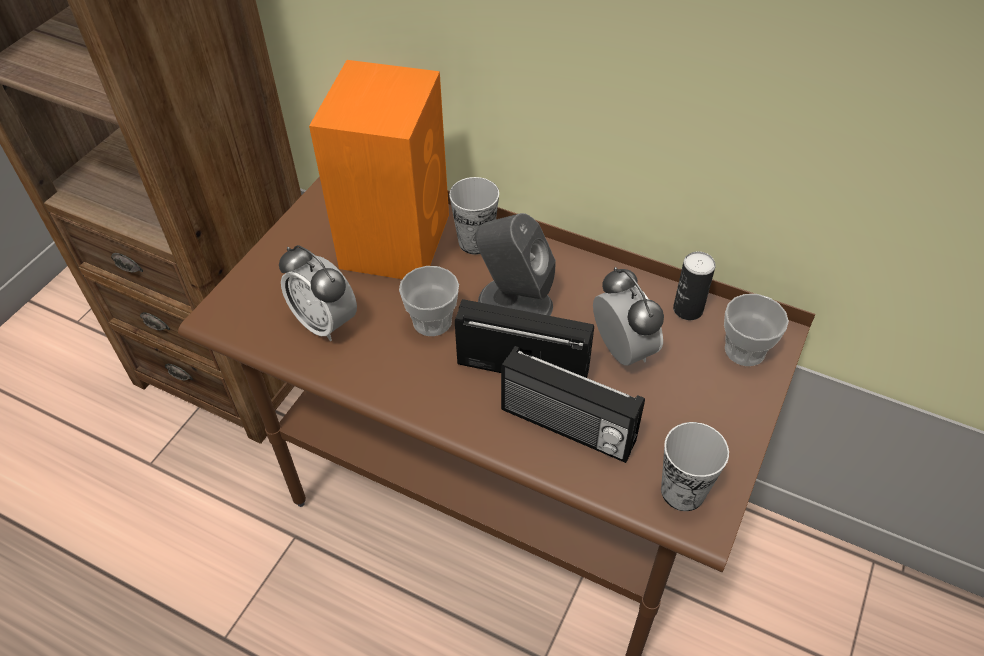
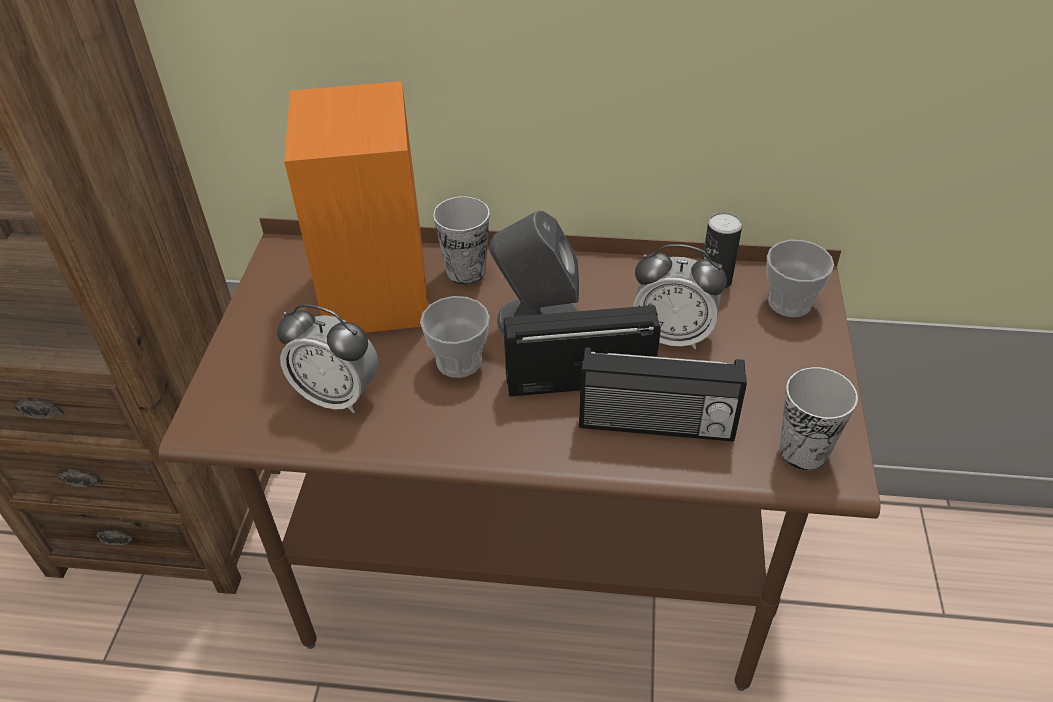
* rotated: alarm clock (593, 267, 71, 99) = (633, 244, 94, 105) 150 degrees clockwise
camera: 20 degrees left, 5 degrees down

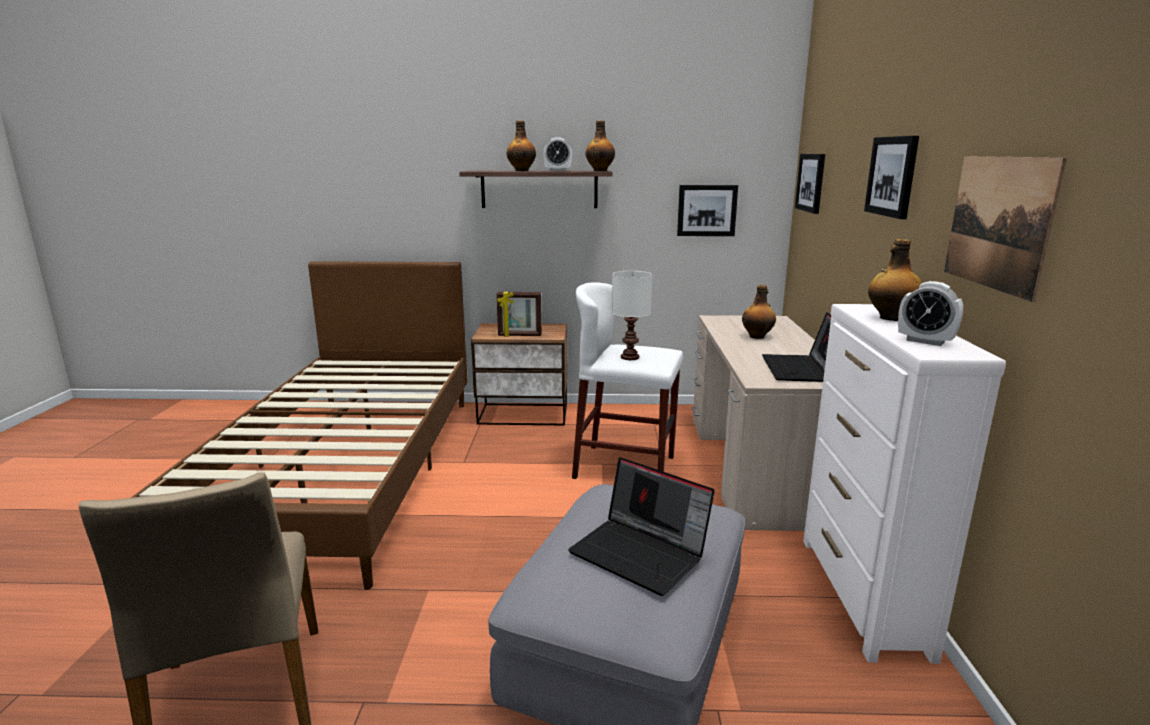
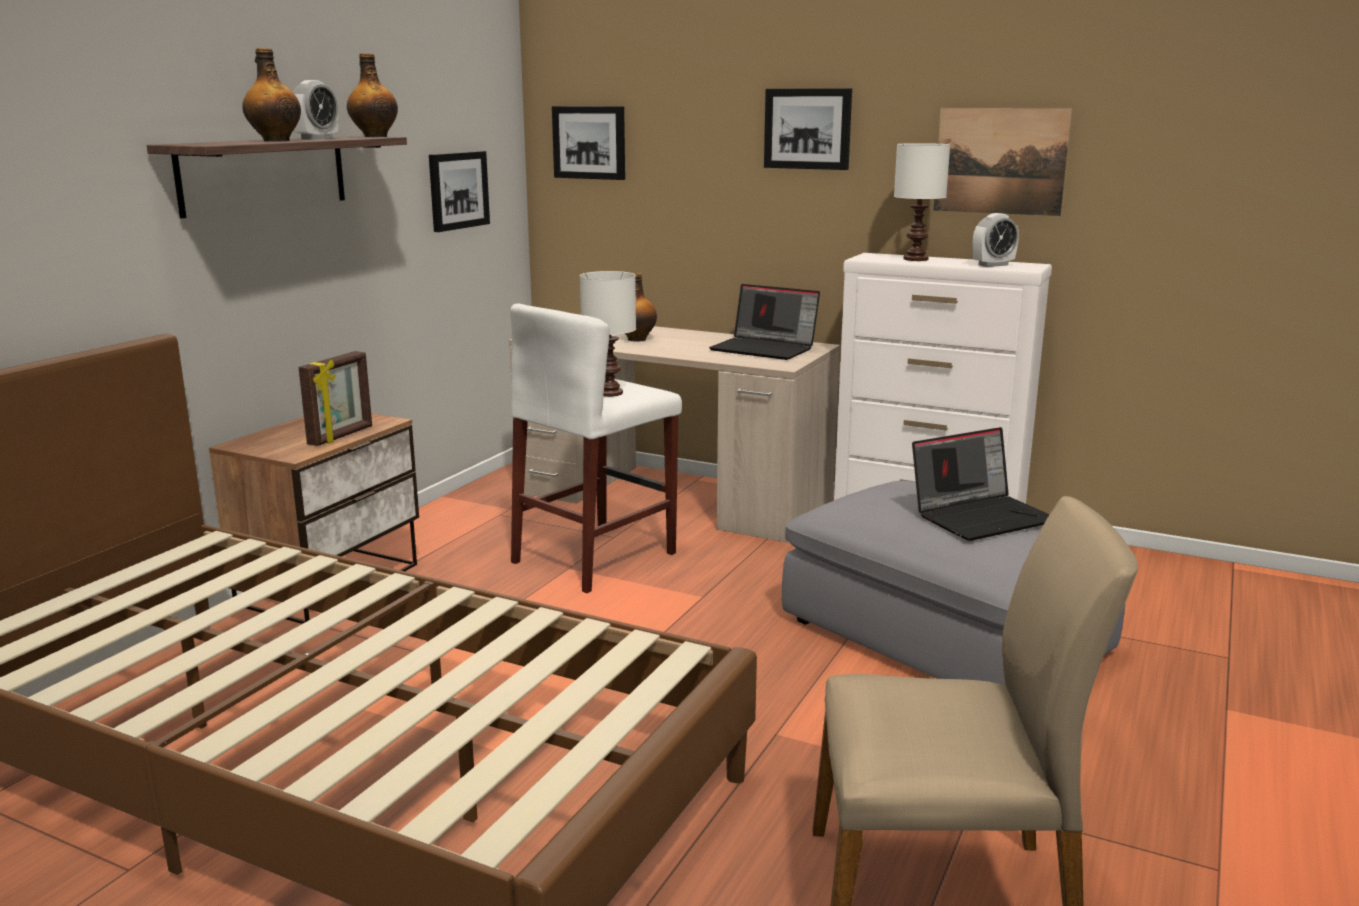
* swapped: bottle (868, 239, 54, 82) to white table lamp (894, 143, 56, 118)
camera: 65 degrees left, 0 degrees up

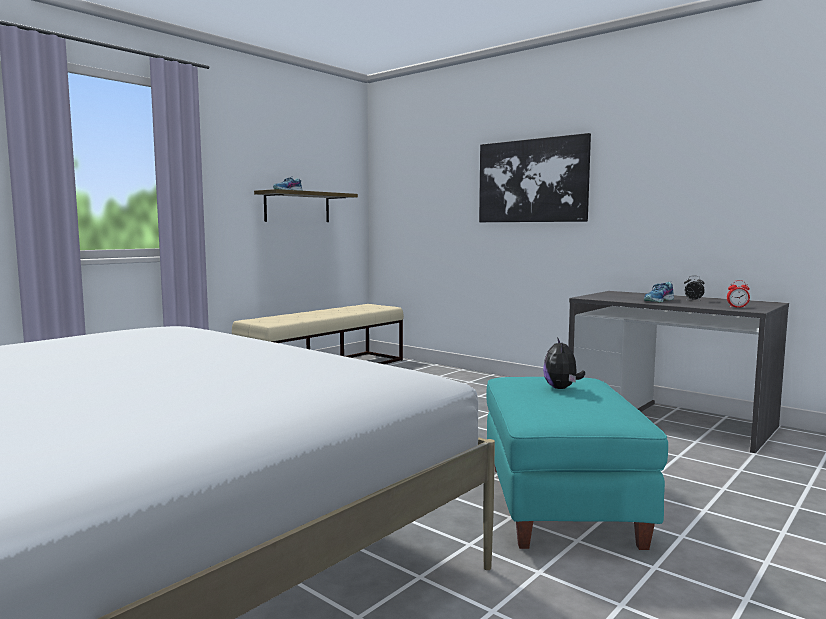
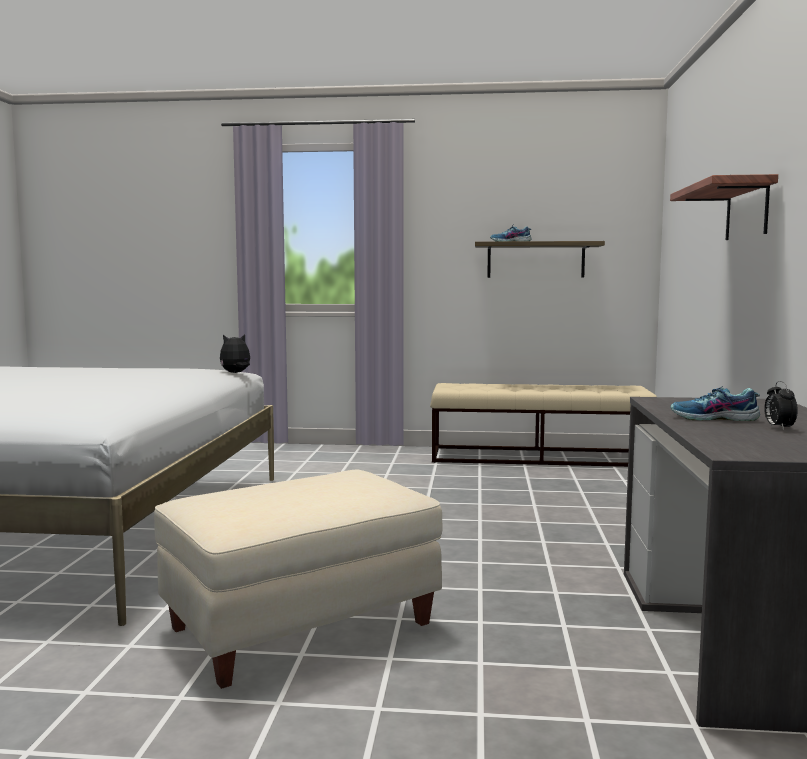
* gone: alarm clock (727, 280, 23, 28)
* shifted: plush toy (543, 337, 42, 52) to (220, 334, 30, 39)
* swapped: picture (479, 133, 112, 89) to shelf (670, 174, 108, 66)
* repainted: turquoise ottoman (486, 377, 182, 173) to beige ottoman (154, 469, 289, 220)
camera: 55 degrees right, 0 degrees up

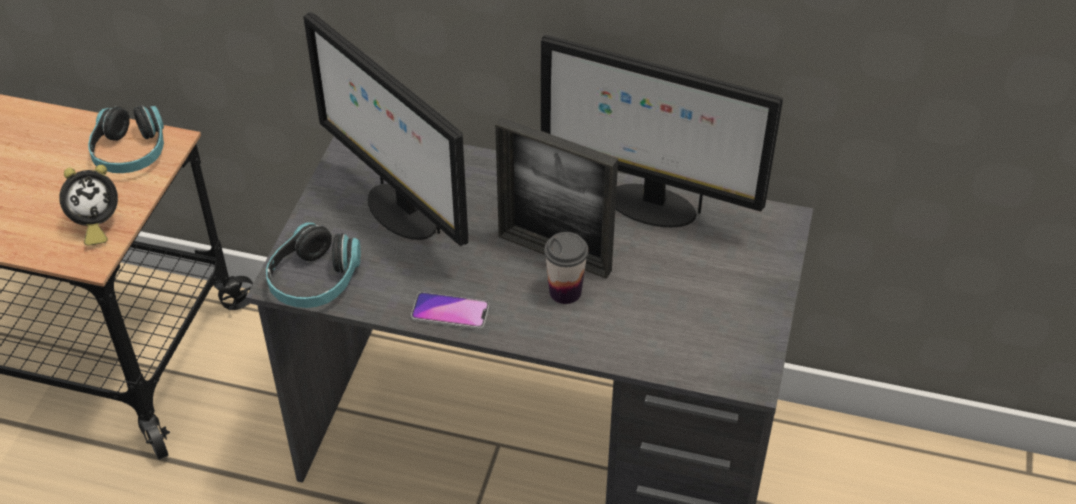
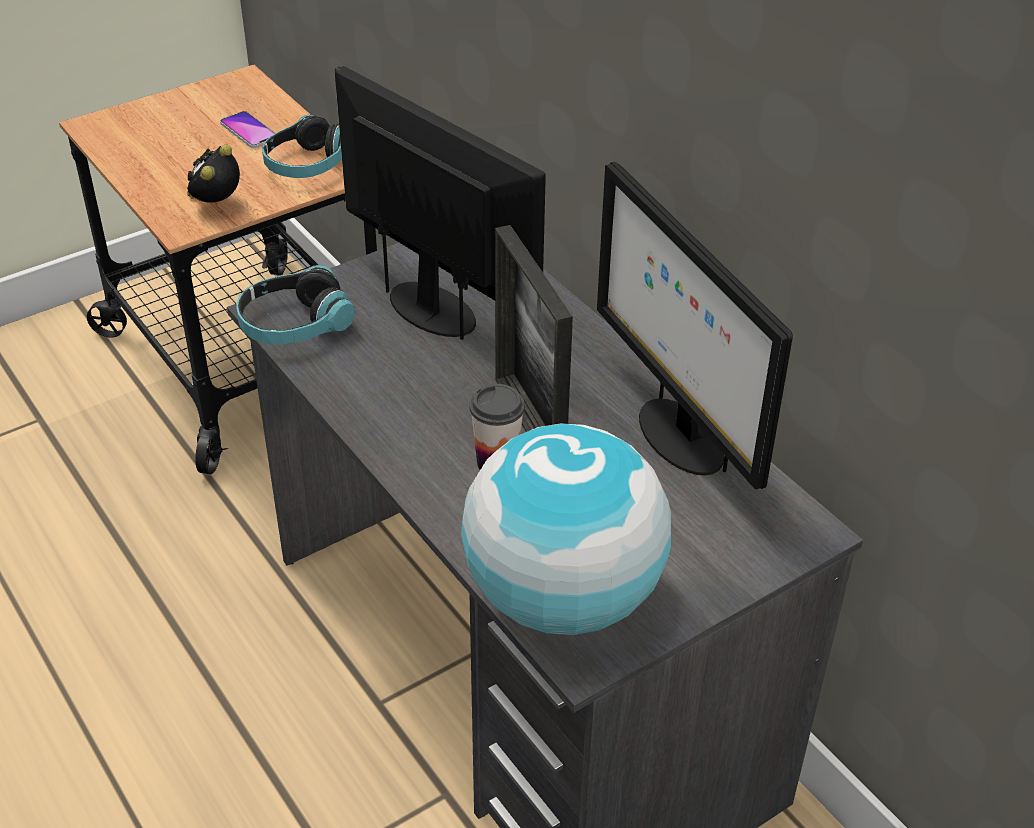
* new: globe (461, 424, 210, 211)
* shifted: phone (411, 292, 78, 38) to (220, 111, 55, 37)
* rotated: alarm clock (59, 165, 59, 81) = (187, 144, 53, 59) 105 degrees clockwise
* rotated: monitor (303, 12, 165, 234) = (335, 66, 211, 274) 135 degrees clockwise
camera: 40 degrees right, 5 degrees down

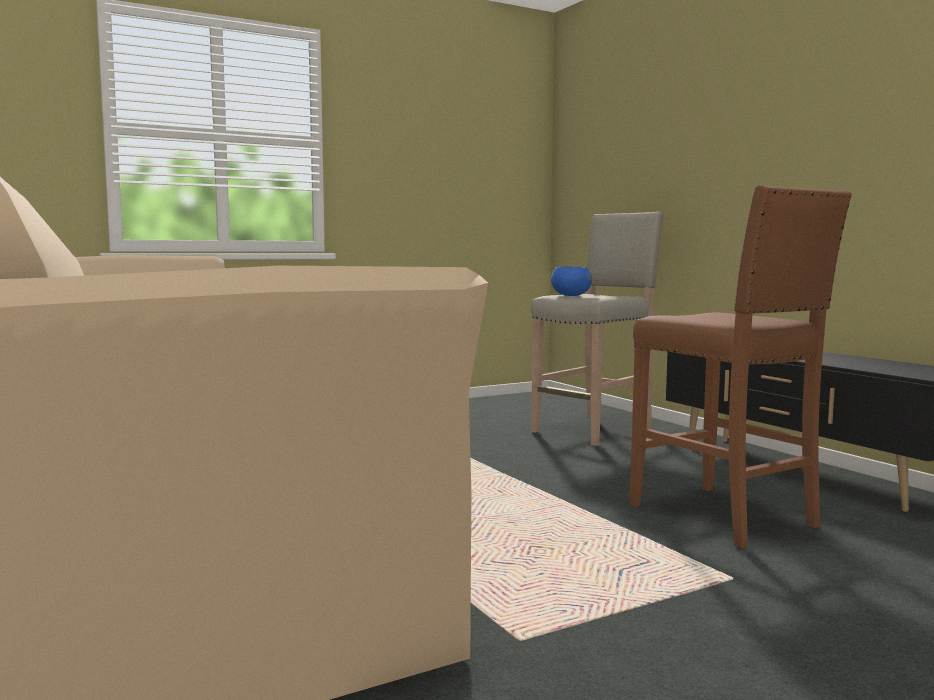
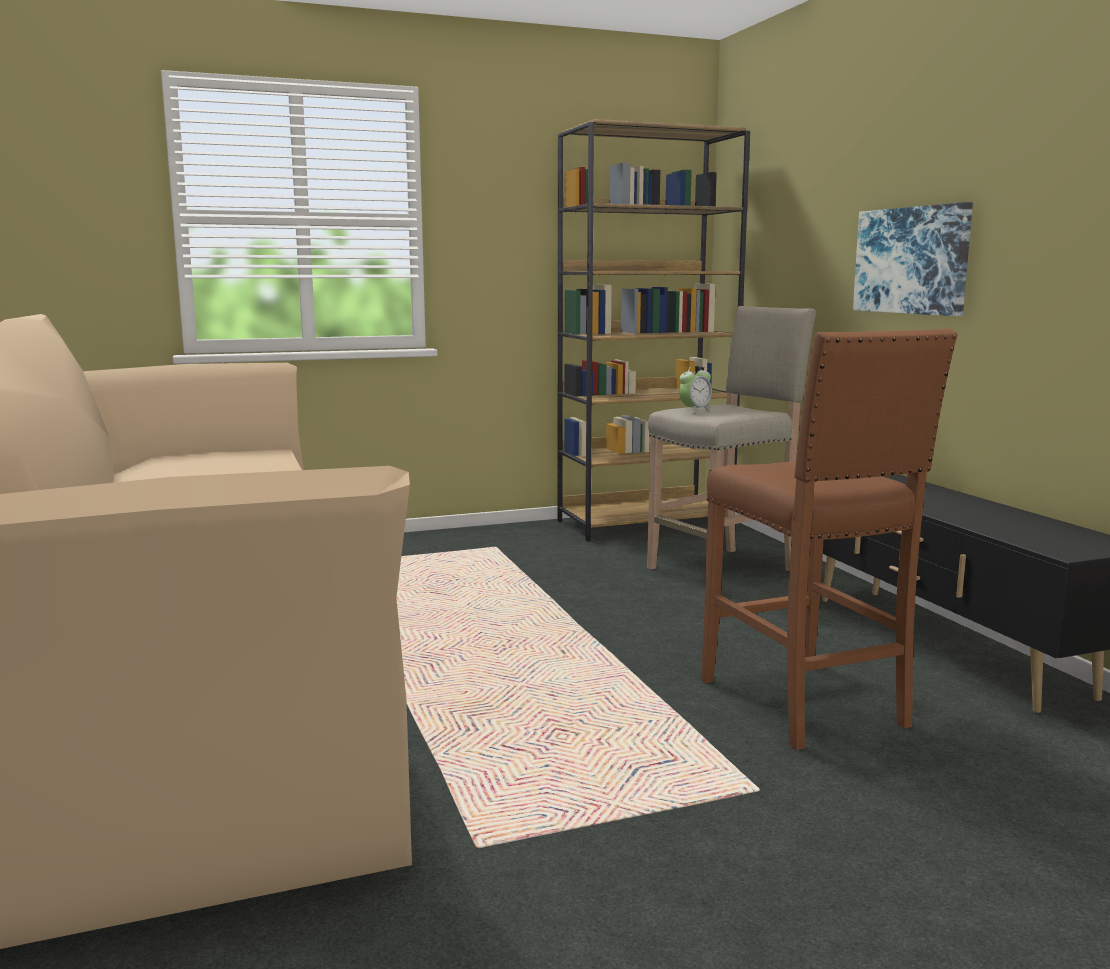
* new: brown bookcase (558, 119, 192, 422)
* new: picture (853, 202, 120, 114)
* swapped: blue bowl (551, 267, 41, 29) to alarm clock (679, 365, 33, 48)
camera: 10 degrees right, 5 degrees up

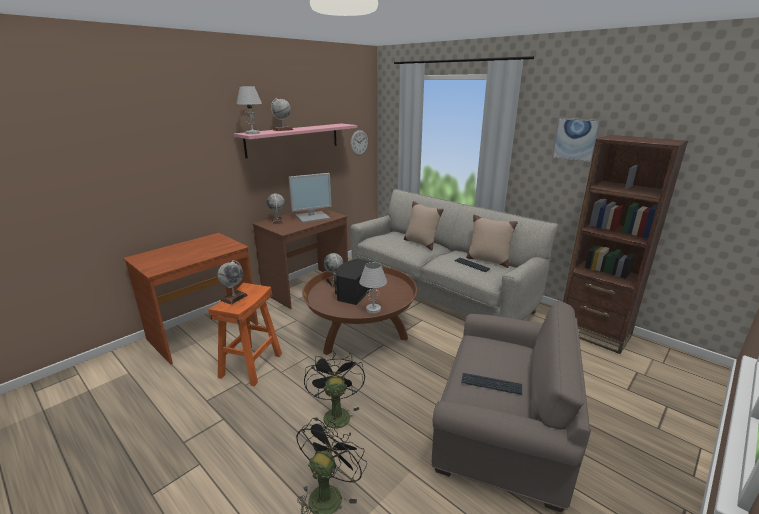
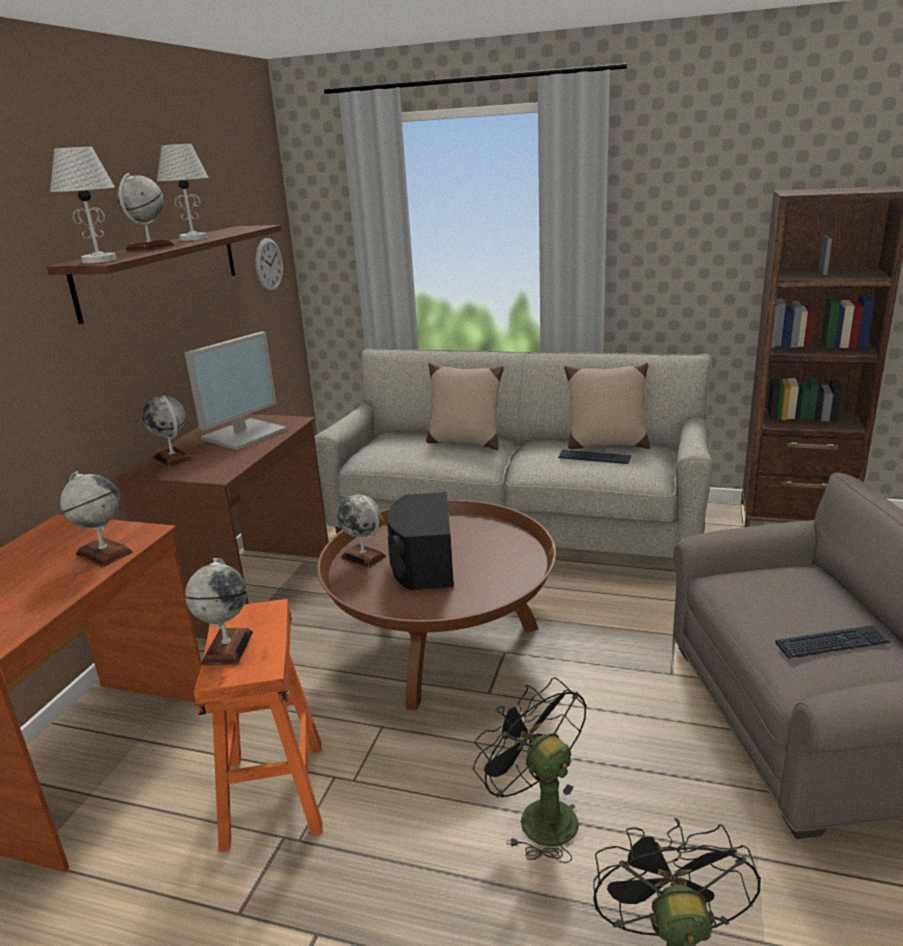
* gone: picture (552, 118, 49, 44)
* new: globe (60, 471, 73, 96)
* shifted: white table lamp (359, 262, 28, 51) to (157, 144, 52, 97)
* repainted: pink shelf (234, 124, 123, 34) to brown shelf (47, 225, 234, 99)
camera: 25 degrees left, 0 degrees up

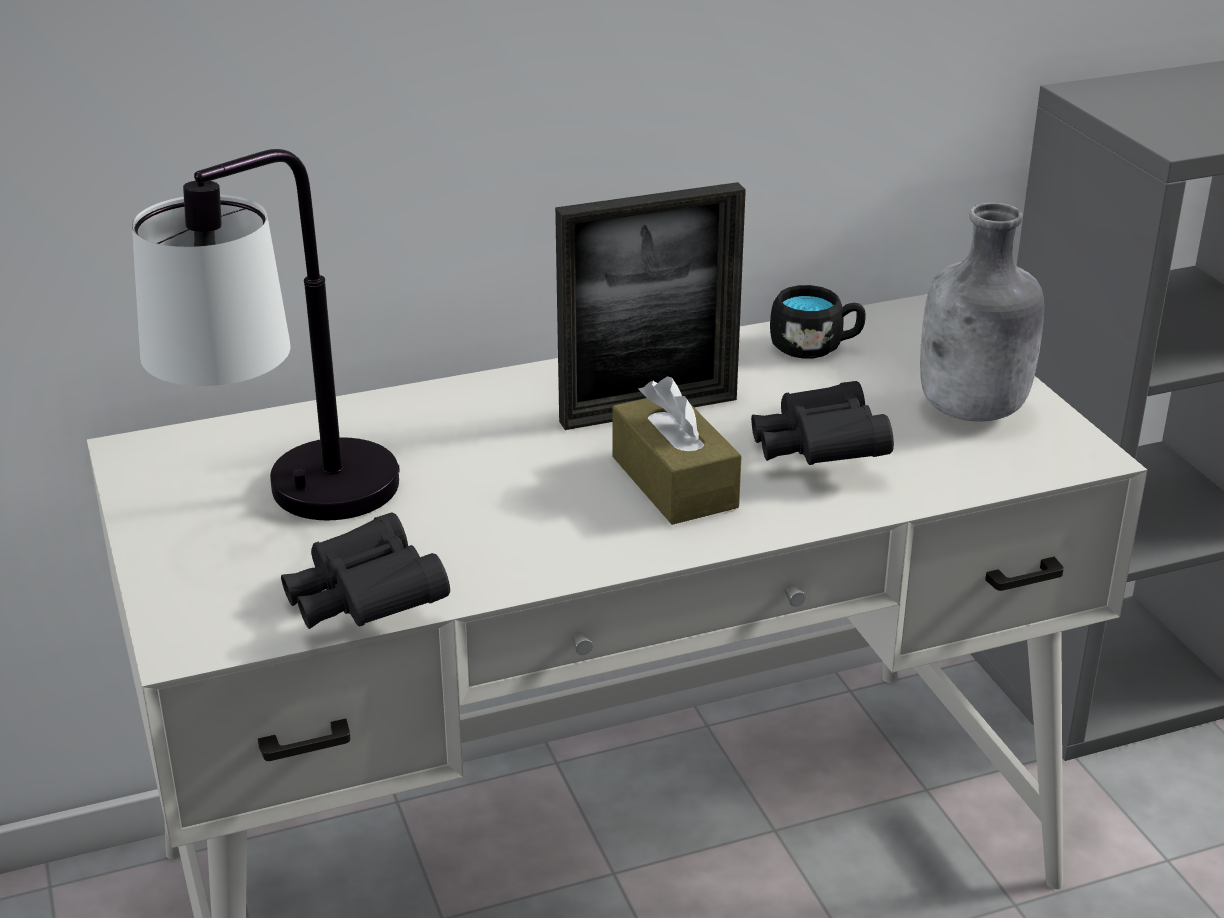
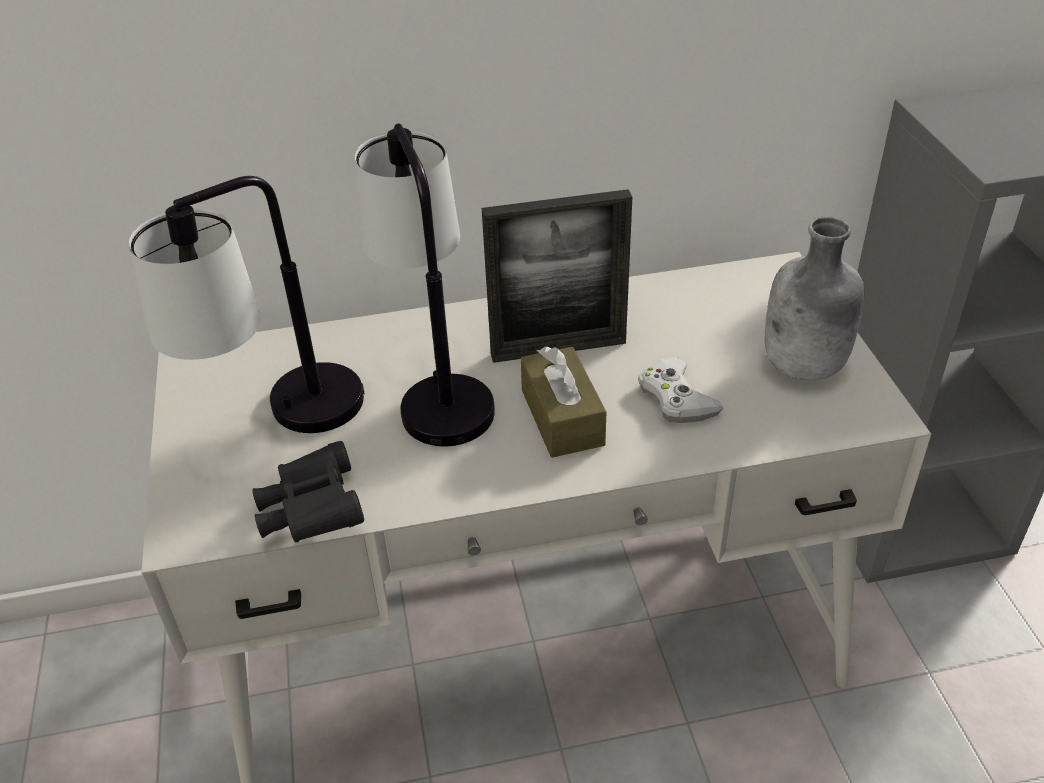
* gone: black mug (770, 285, 96, 74)
* new: table lamp (355, 124, 140, 322)
* swapped: black binoculars (751, 381, 143, 84) to white game controller (638, 357, 86, 66)
camera: 10 degrees right, 10 degrees up

